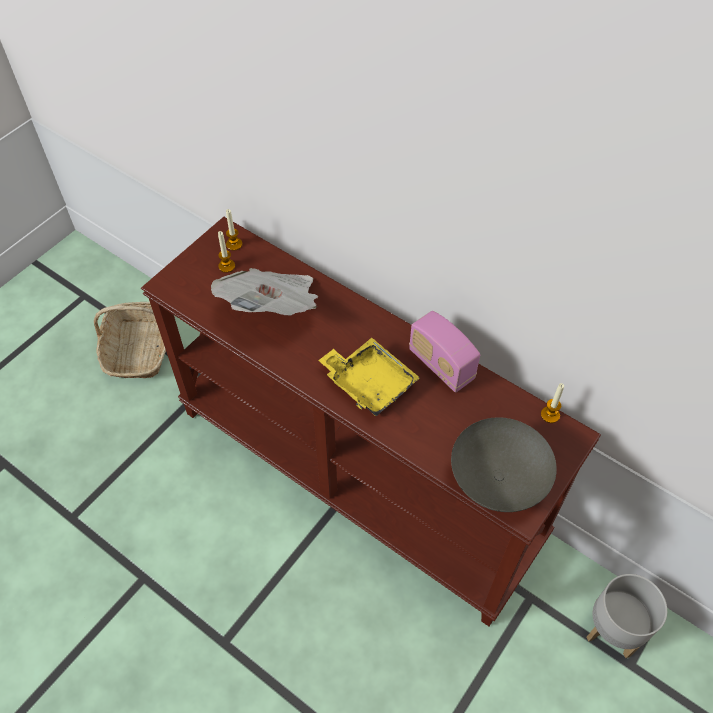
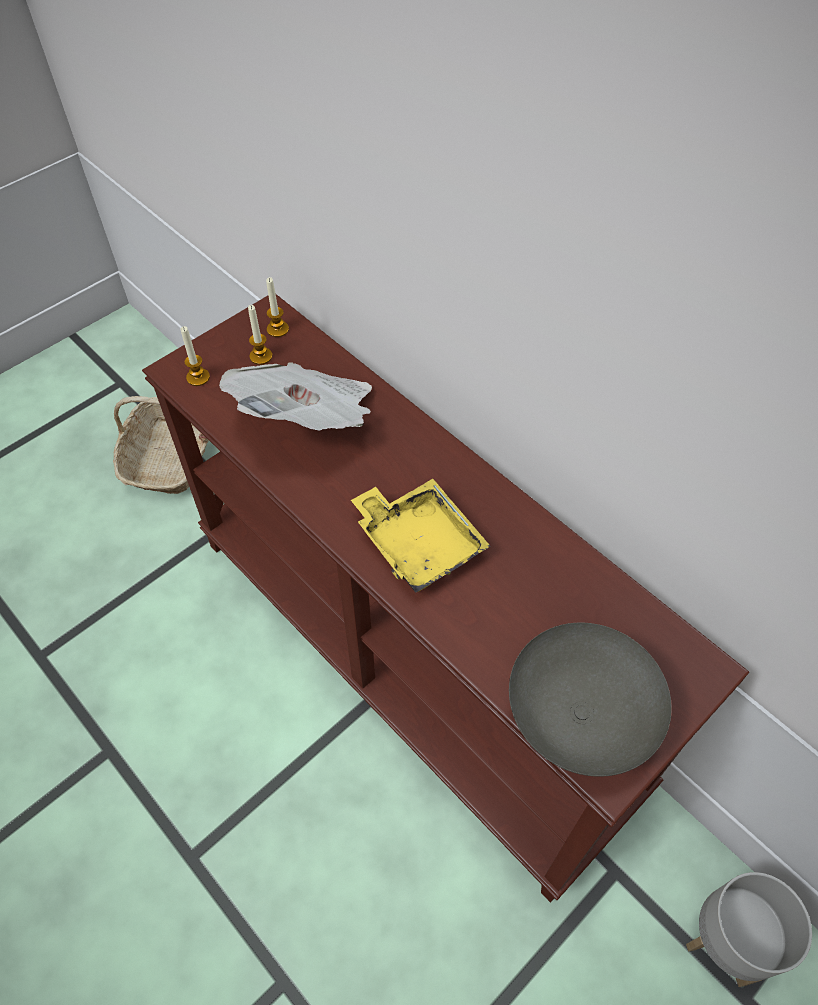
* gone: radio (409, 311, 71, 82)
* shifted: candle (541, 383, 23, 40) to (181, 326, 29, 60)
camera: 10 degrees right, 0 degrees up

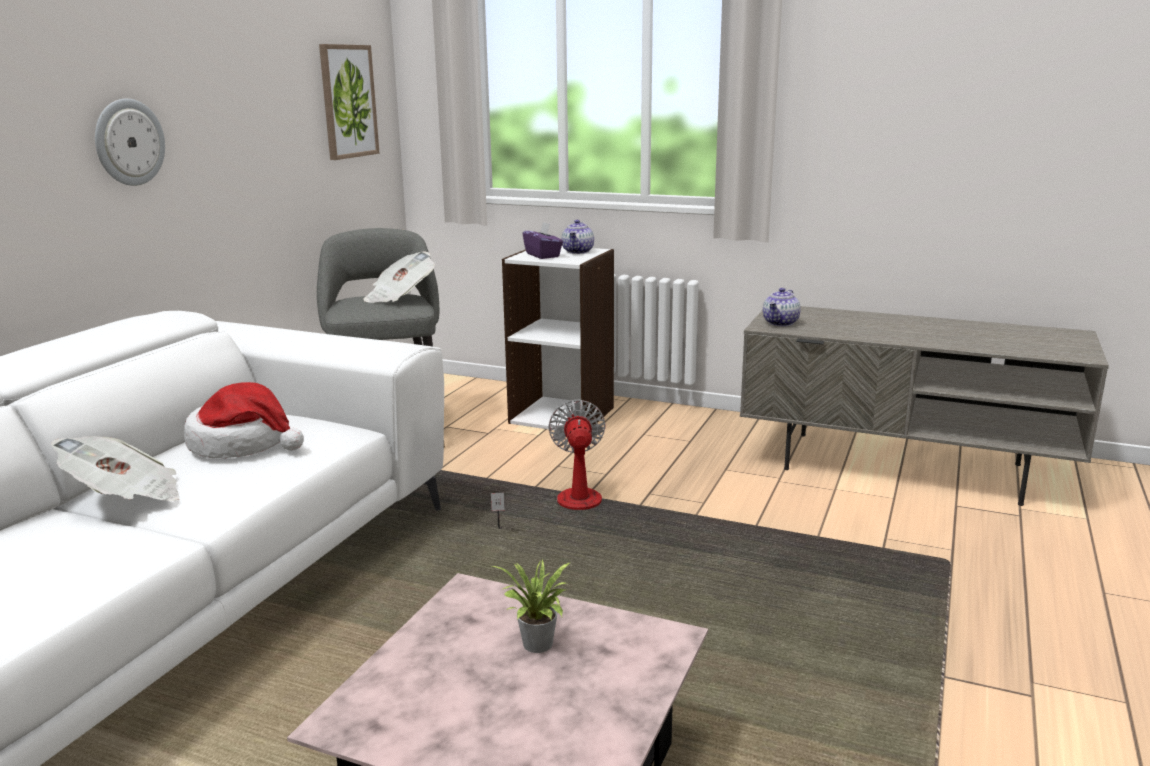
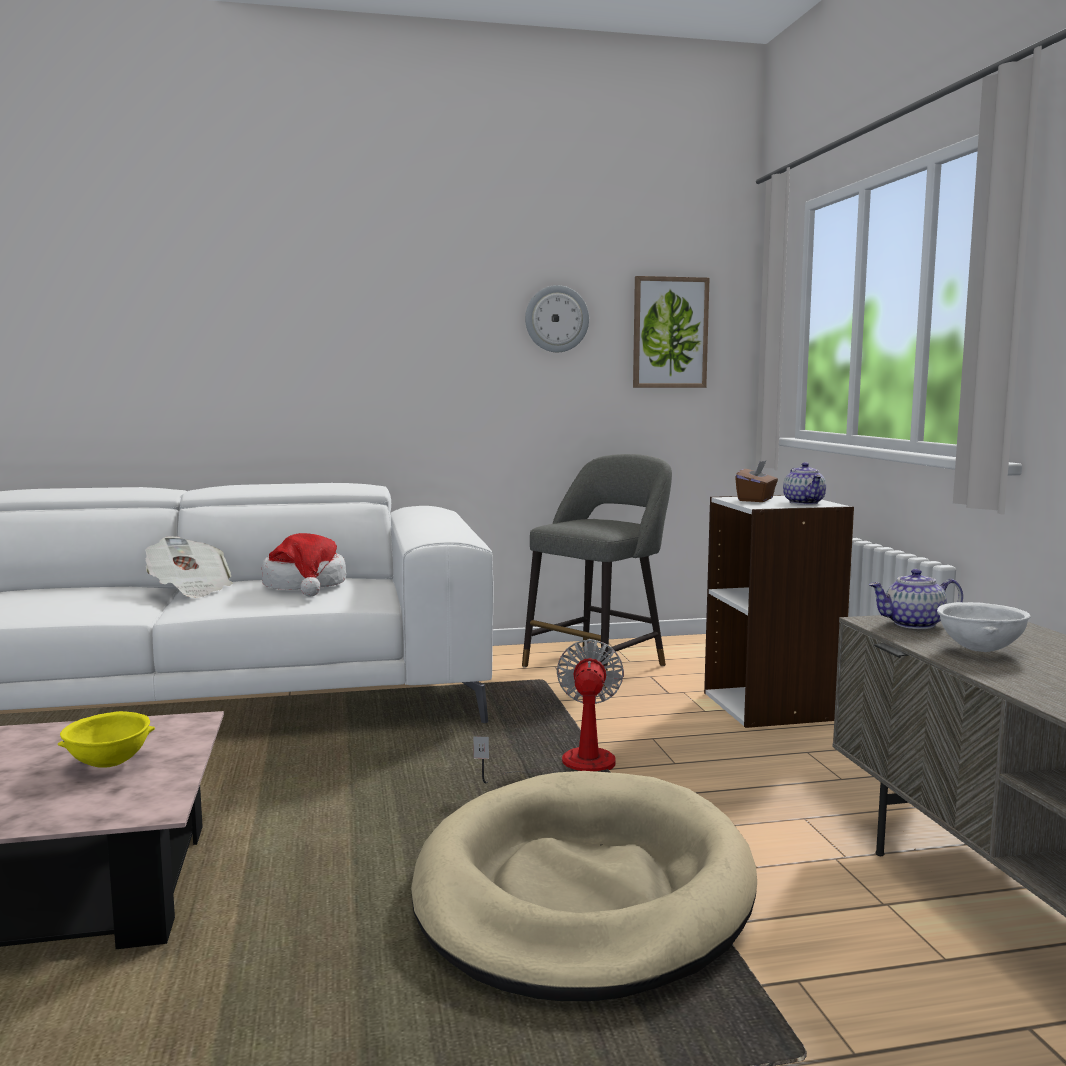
* gone: newspaper (363, 251, 72, 52)
* new: beige dog bed (411, 771, 346, 230)
* new: white bowl (937, 602, 94, 50)
* shifted: wall clock (95, 99, 70, 87) to (525, 285, 64, 67)
* swapped: potted plant (492, 559, 79, 94) to yellow bowl (58, 711, 97, 57)
* repainted: purple tissue box (523, 222, 40, 37) to brown tissue box (735, 460, 43, 42)
* rotated: fan (491, 400, 115, 129) = (473, 639, 151, 145) 45 degrees counterclockwise
* rotated: teapot (561, 220, 33, 34) = (783, 462, 43, 43) 75 degrees counterclockwise
camera: 55 degrees right, 10 degrees down

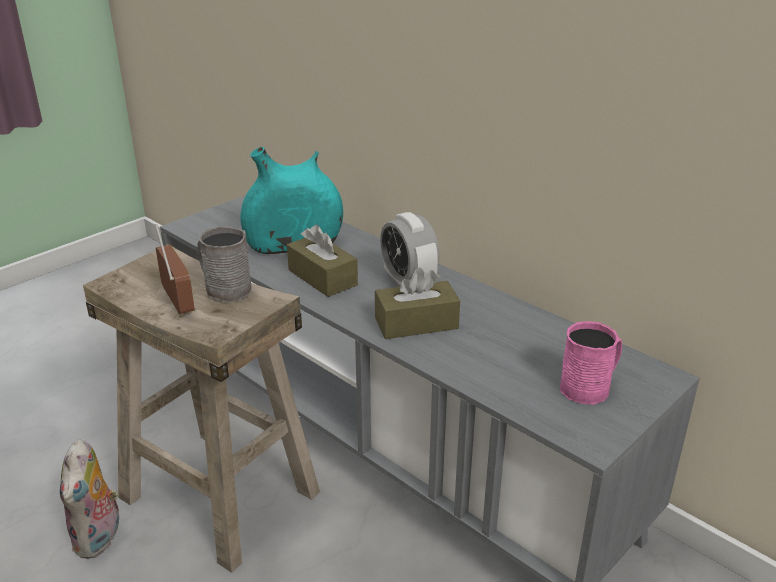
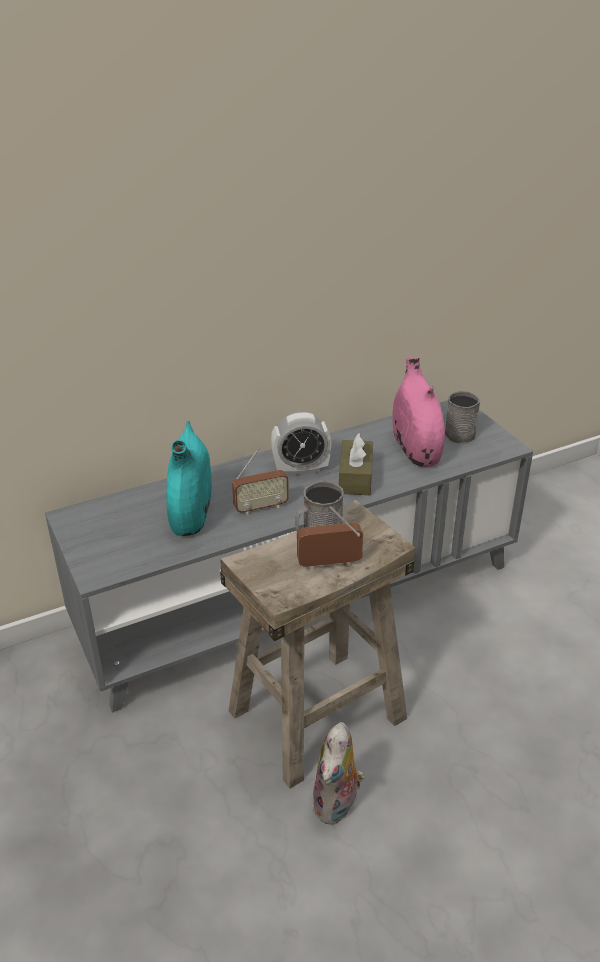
* new: pink vase (393, 357, 52, 110)
* swapped: brown tissue box (287, 225, 71, 72) to radio (232, 449, 57, 66)
* repainted: pink mug (560, 321, 62, 84) to grey mug (445, 391, 35, 53)
* rotated: plush toy (60, 439, 59, 120) = (312, 722, 52, 103) 90 degrees clockwise
camera: 70 degrees left, 5 degrees up

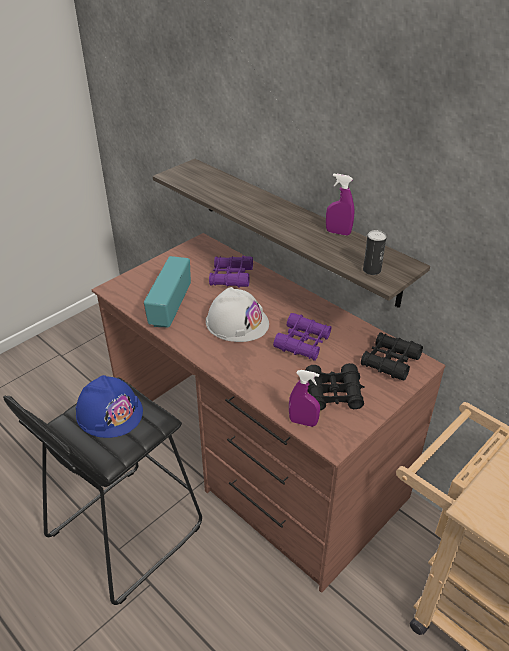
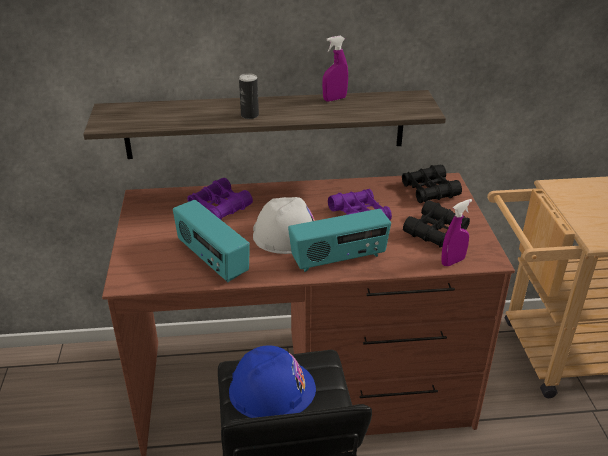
* new: radio (288, 209, 103, 63)
* shifted: can (363, 230, 24, 45) to (239, 73, 20, 46)
camera: 50 degrees left, 5 degrees down

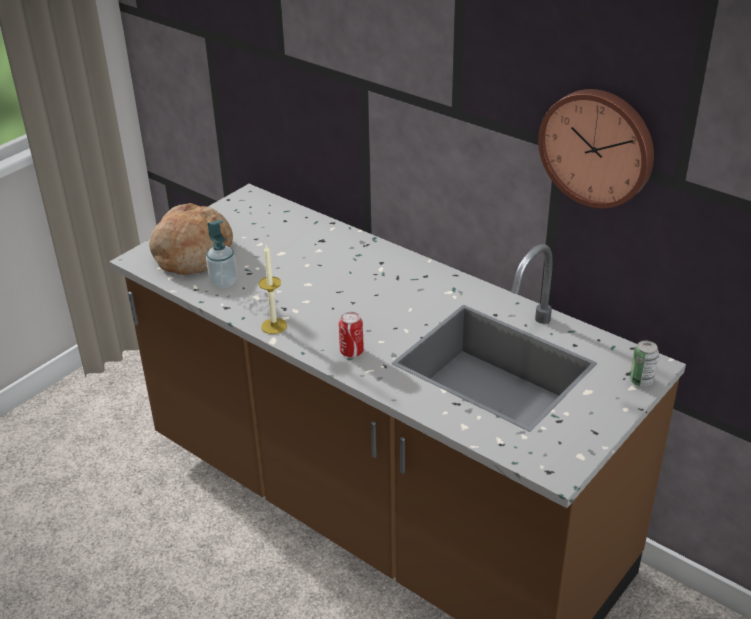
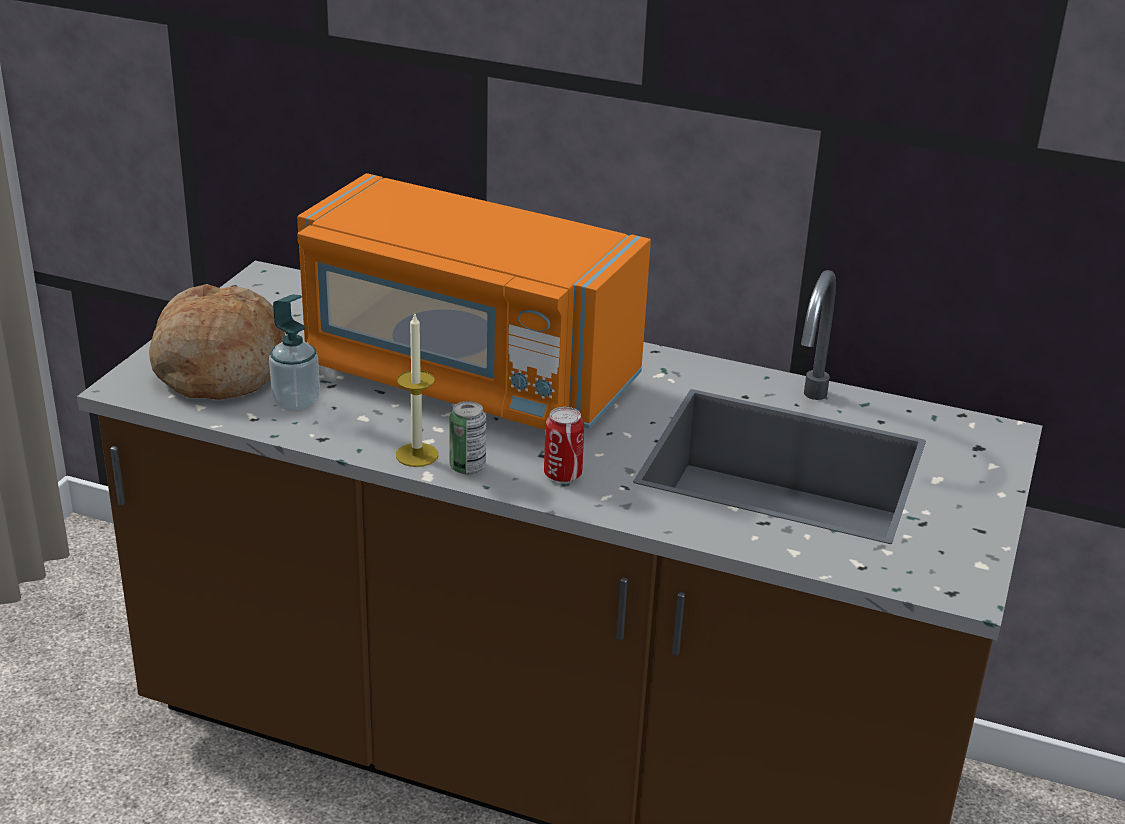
* gone: wall clock (538, 89, 116, 119)
* new: orange microwave (297, 173, 354, 257)
* shifted: can (630, 340, 29, 47) to (449, 401, 37, 74)
camera: 20 degrees left, 5 degrees down

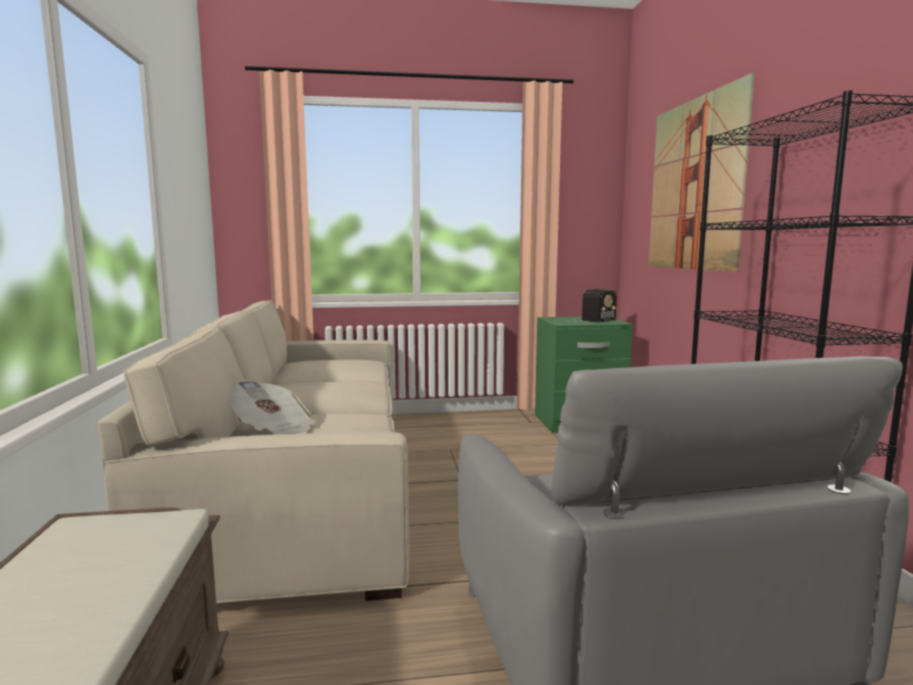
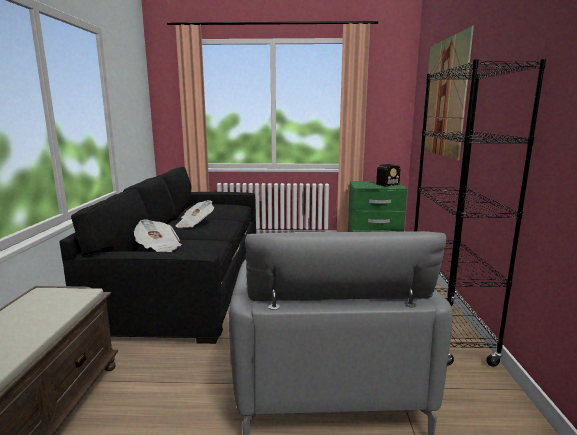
* new: newspaper (175, 200, 39, 28)
* repainted: beige sofa (98, 300, 311, 303) to black sofa (59, 167, 197, 177)
camera: 10 degrees right, 5 degrees up

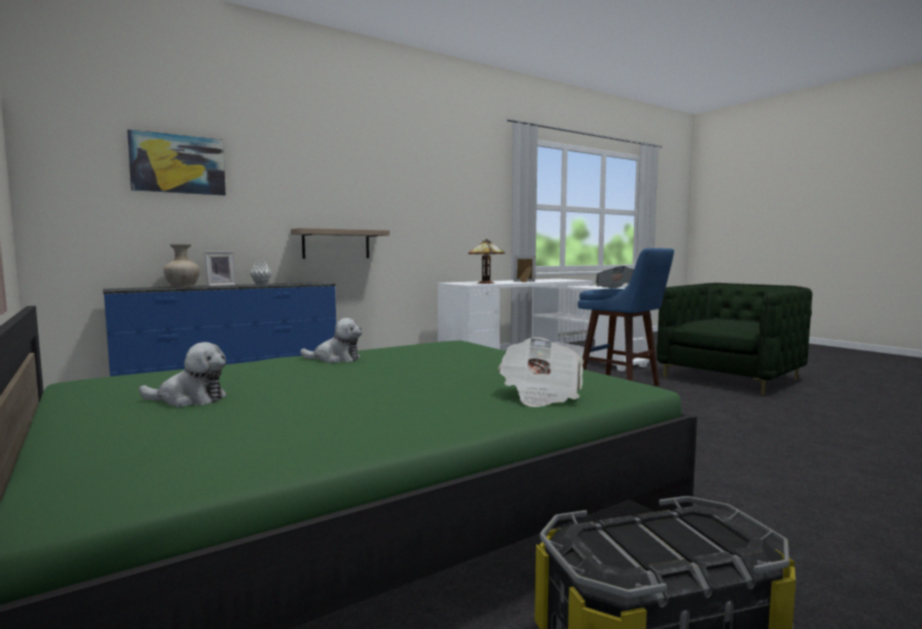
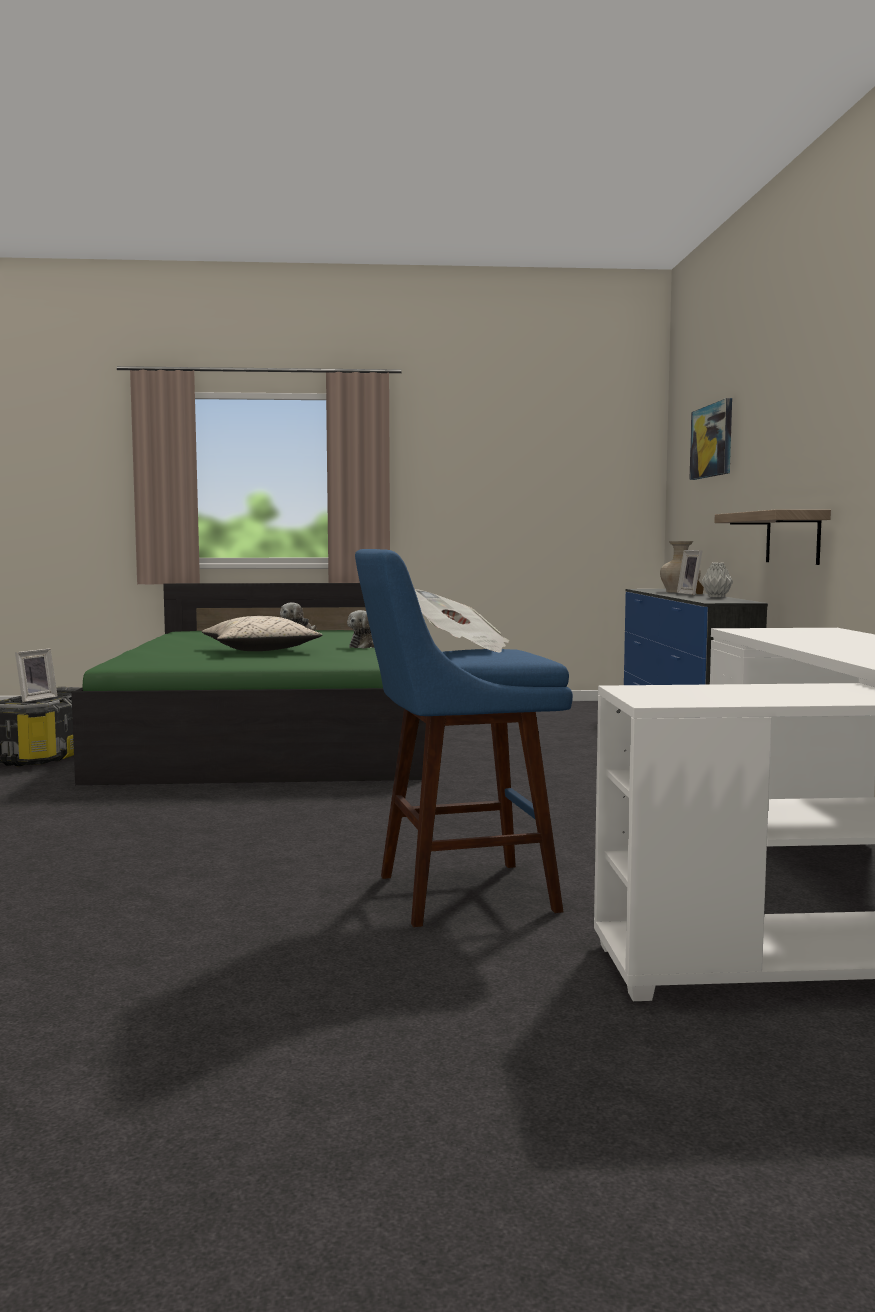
* gone: table lamp (468, 239, 37, 45)
* gone: newspaper (498, 337, 86, 70)
* gone: green armchair (657, 283, 155, 113)
* new: beige pillow (202, 616, 120, 35)
* shifted: picture frame (513, 255, 23, 27) to (15, 648, 43, 54)
camera: 120 degrees right, 0 degrees up

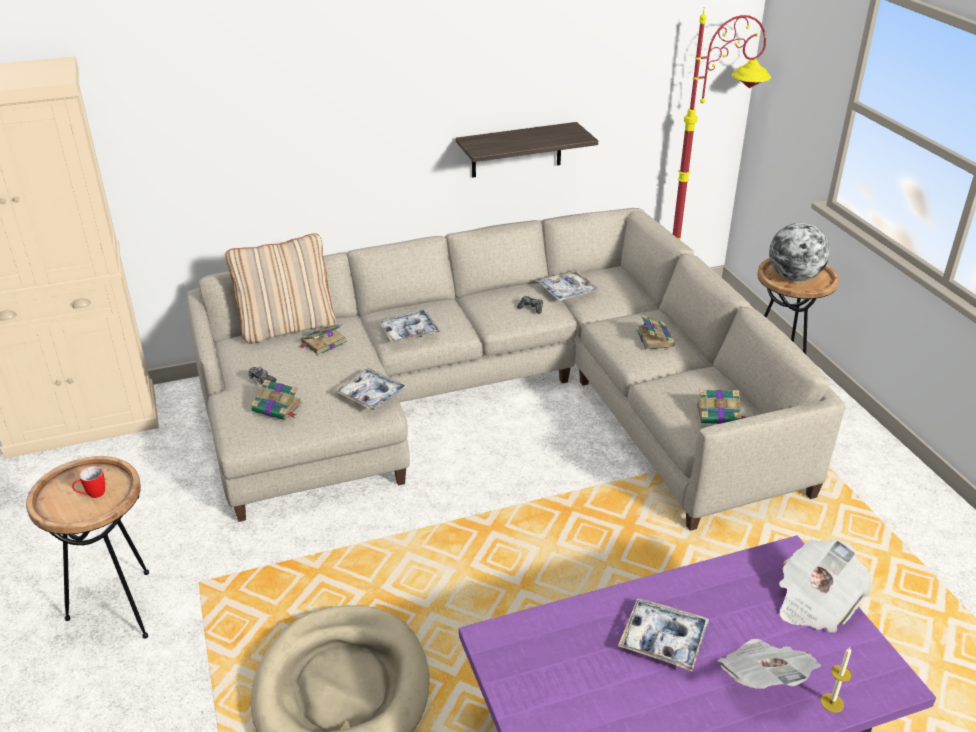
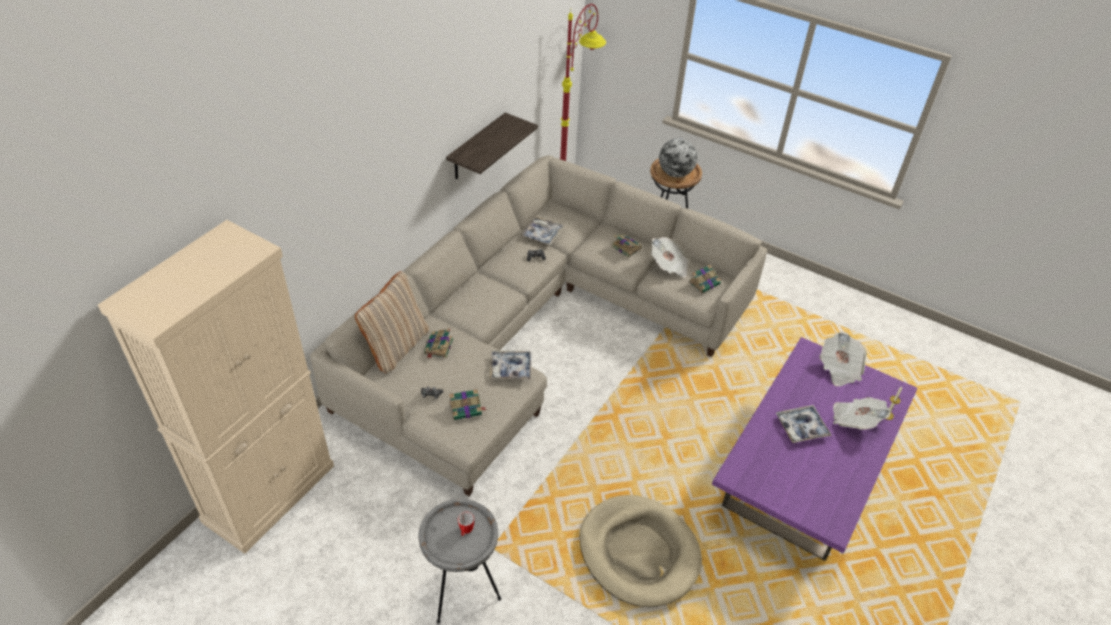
* gone: tray (378, 309, 62, 34)
* new: newspaper (651, 237, 38, 41)
* repainted: brown side table (26, 456, 123, 183) to grey side table (419, 499, 82, 125)
camera: 40 degrees left, 10 degrees up

